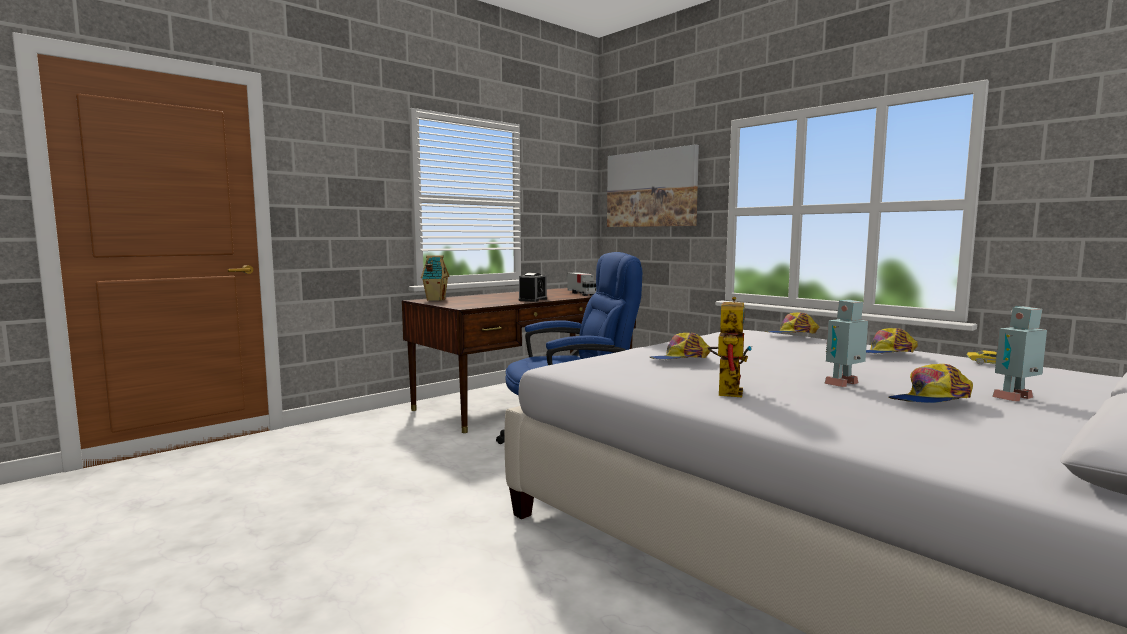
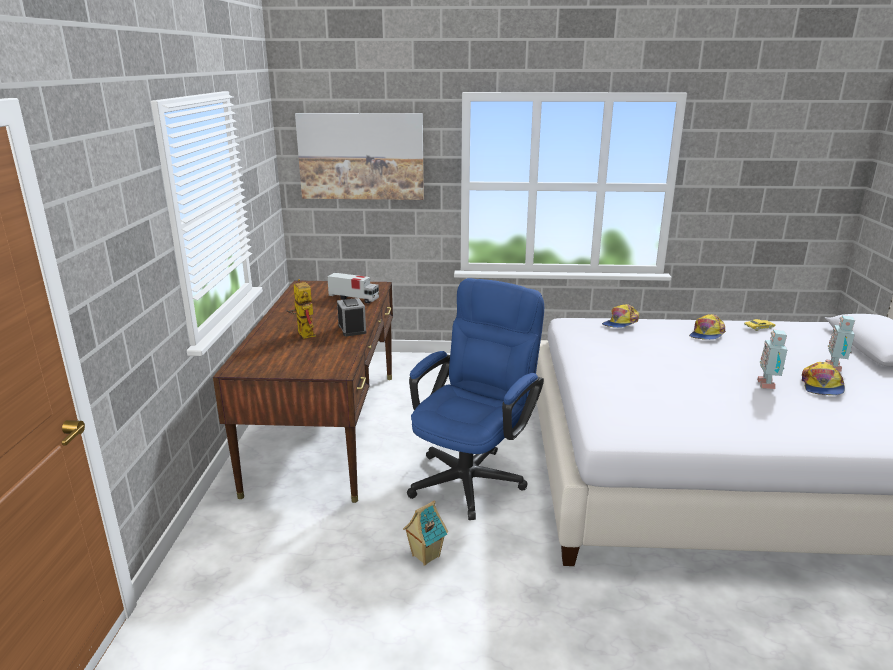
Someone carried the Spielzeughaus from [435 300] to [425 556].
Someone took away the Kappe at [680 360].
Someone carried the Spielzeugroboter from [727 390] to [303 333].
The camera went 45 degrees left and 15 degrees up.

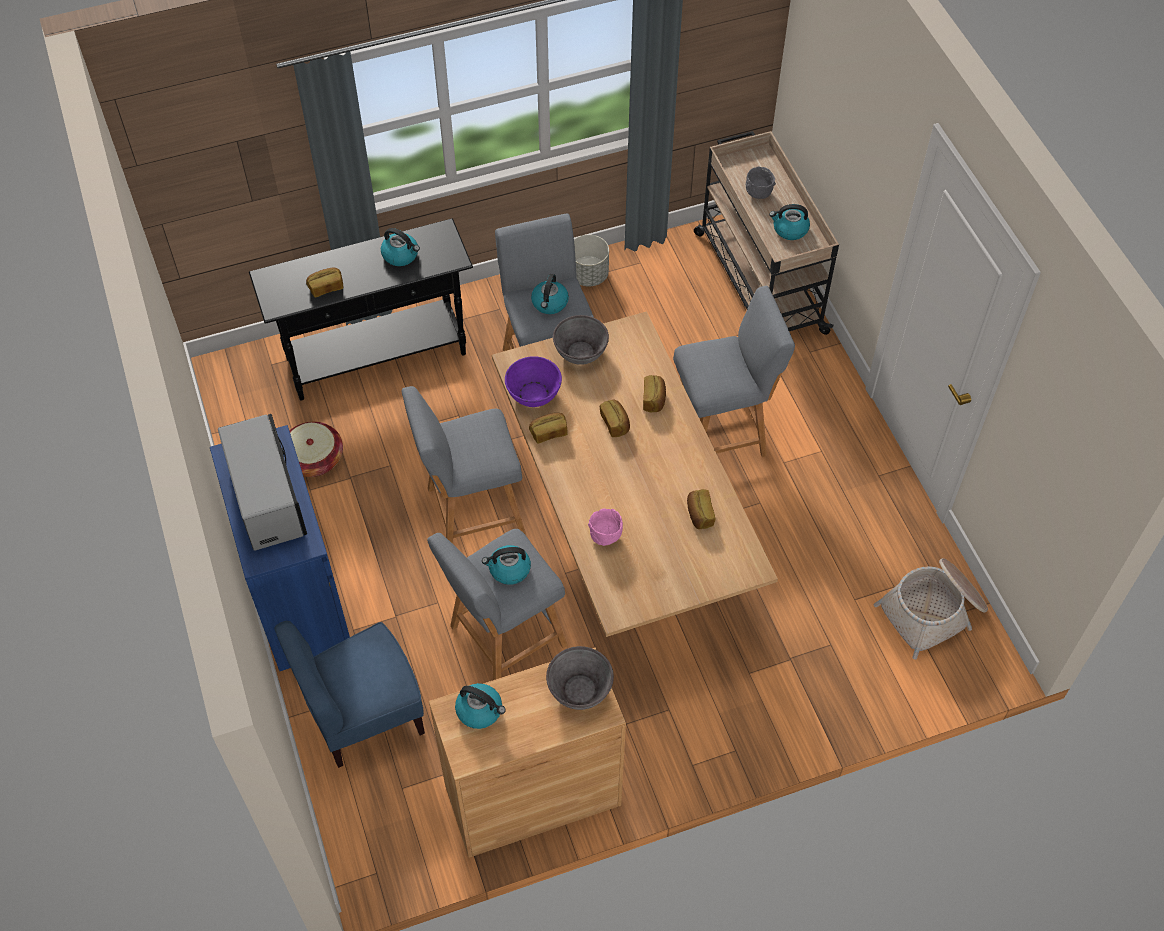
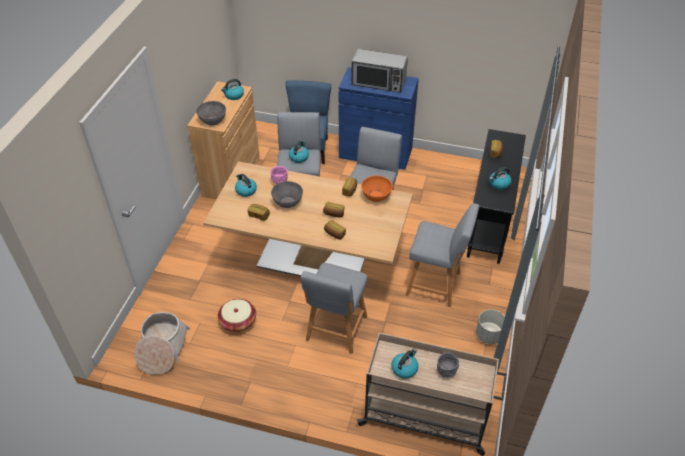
Someone carried the Korb from [314 459] to [238 321].
Someone repainted the Schüssel/lila at [533 394], which became the Schüssel/orange at [376 196].
Someone carried the Wasserkessel from [550 303] to [245 190].
Someone carried the Schüssel/grau from [581 352] to [287 202].
The camera went 125 degrees right and 10 degrees down.

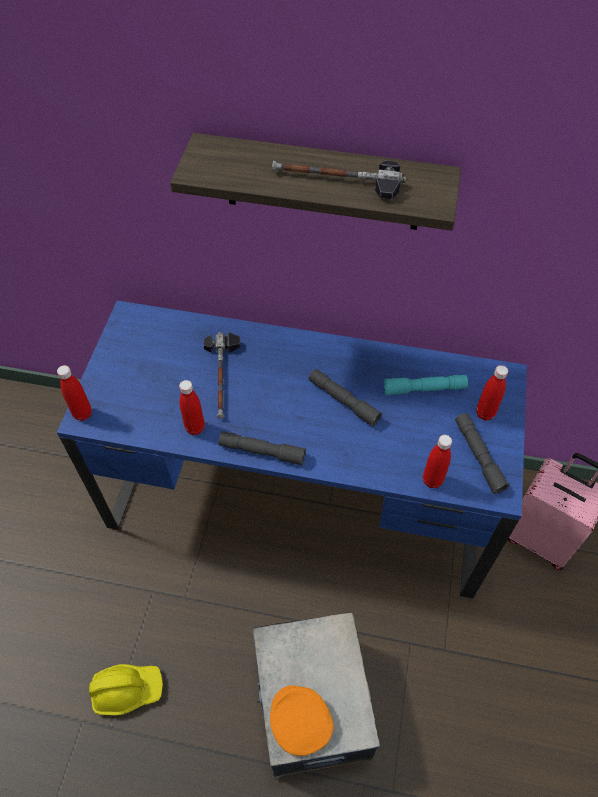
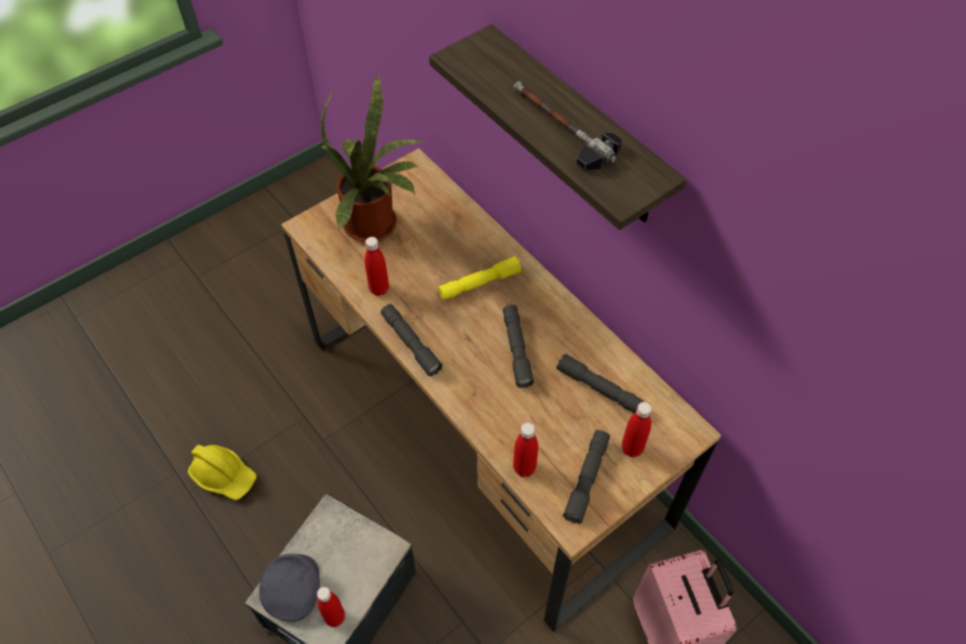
Someone repainted the Schreibtisch/blau at [299 497], which became the Schreibtisch/braun at [483 430].
Someone carried the Flasche/rot from [82 414] to [335 617].
Someone took away the Hammer at [222 377].
Someone repainted the Kappe/orange at [299 722], which became the Kappe/grau at [292 589].
Someone repainted the Taschenlampe/türkis at [424 389], which became the Taschenlampe/grau at [598 388].
Someone put down the Topfpflanze at [376 226].
Someone put down the Taschenlampe/gelb at [479 283].
The camera went 40 degrees right and 0 degrees up.

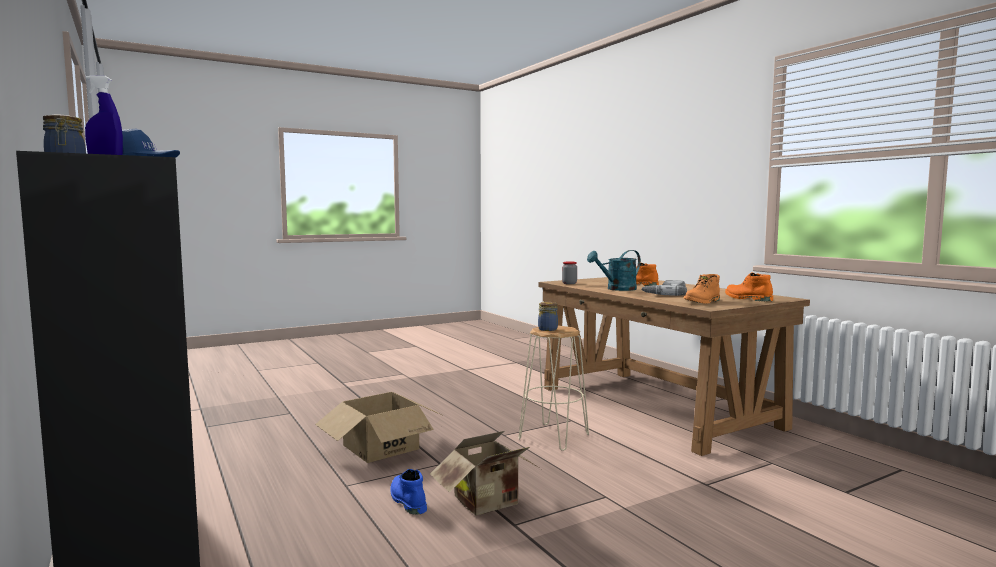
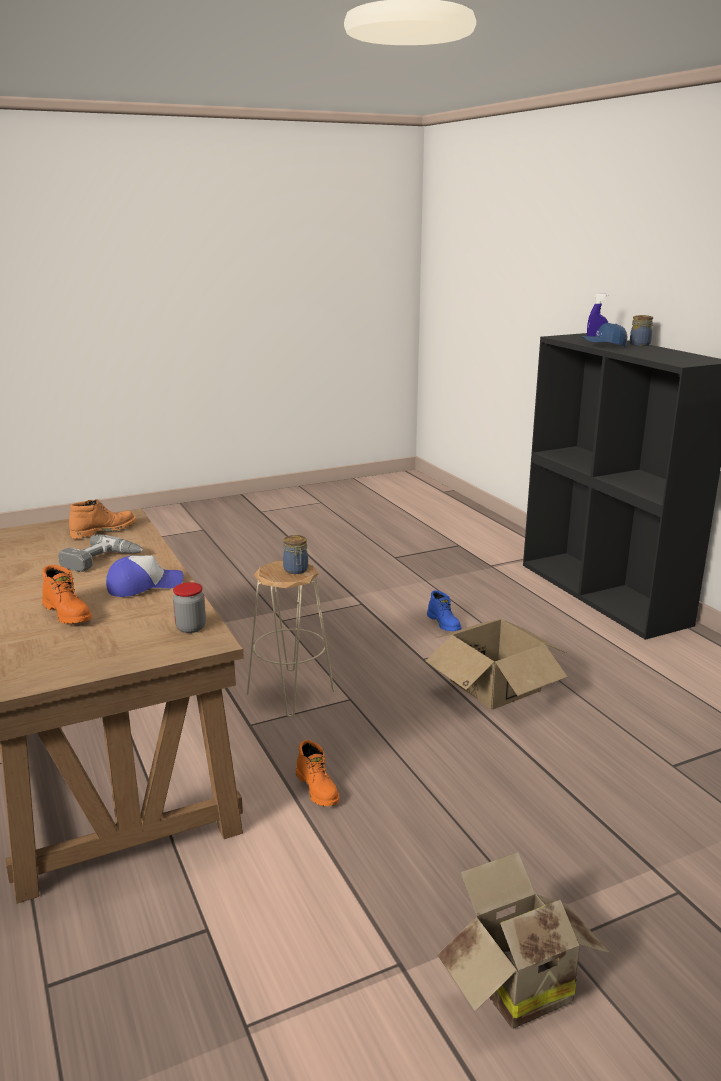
Someone carried the Karton from [490 504] to [514 984].
Someone swapped the Gießkanne/türkis at [617 289] for the Kappe at [144 585].
Someone carried the Stiefel/orange from [747 298] to [318 788].
The camera went 175 degrees left and 15 degrees up.

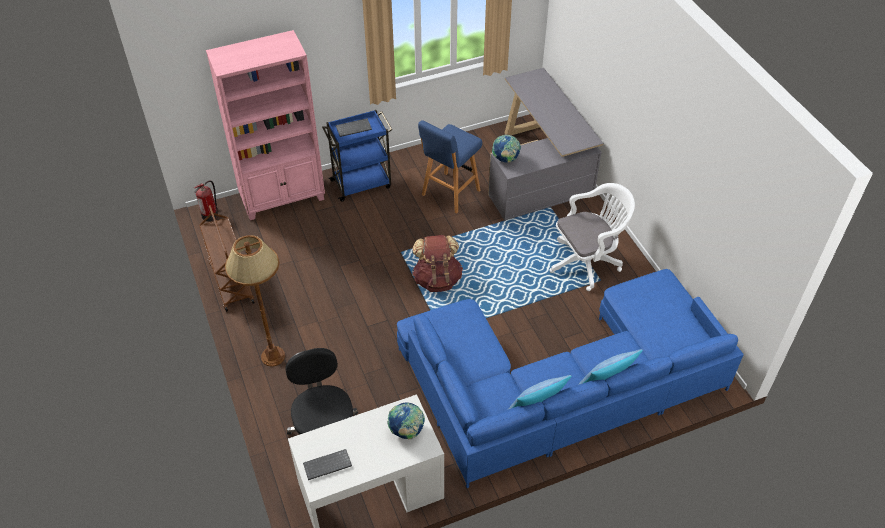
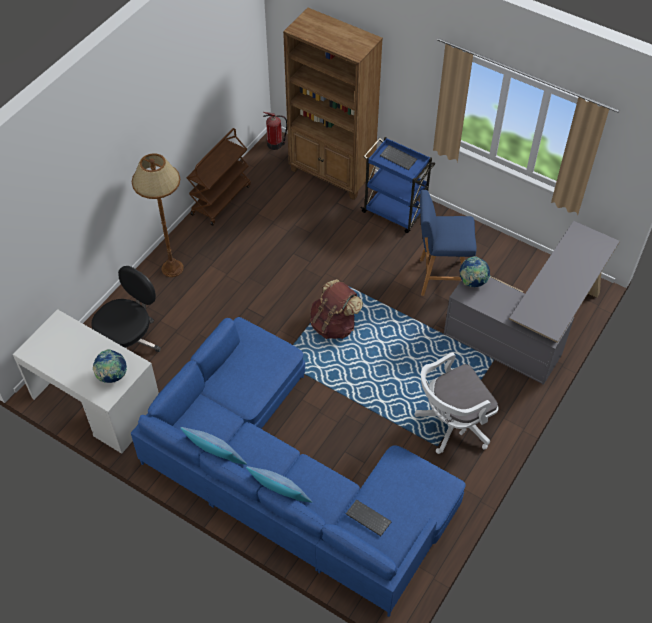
Someone repainted the Bücherregal/rosa at [283 198], which became the Bücherregal/braun at [332 174].
Someone carried the Tastatur from [327 466] to [367 518].
Someone rotated the Bürostuhl/weiß at [587 262] by 120 degrees clockwise.
The camera went 55 degrees right and 5 degrees up.

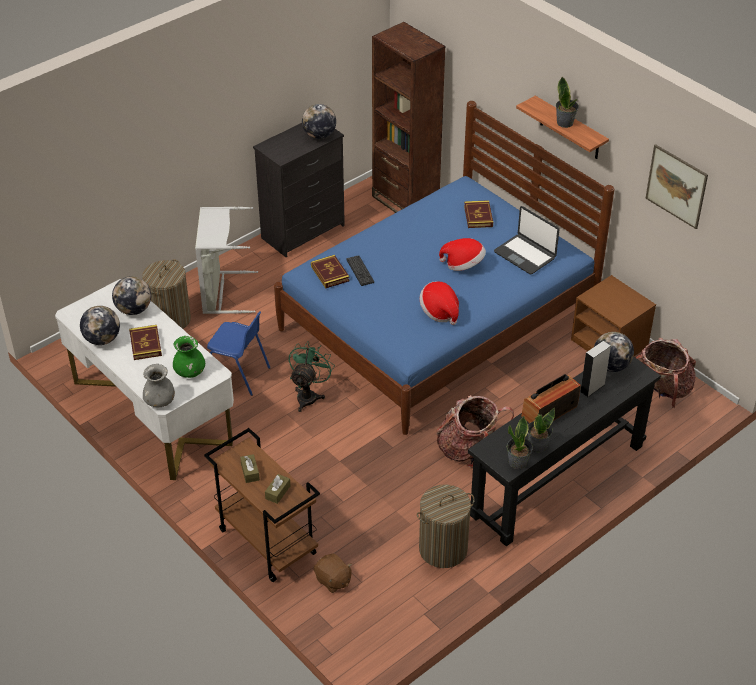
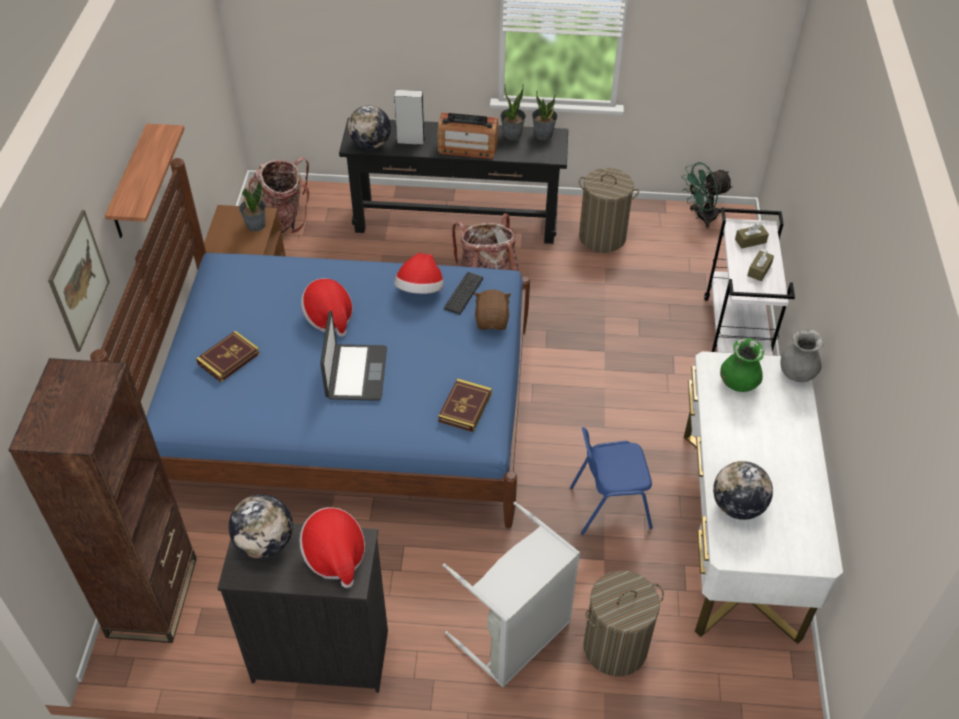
Someone took away the Globus at [102 339].
Someone took away the Buch at [145 344].
Someone repainted the Rollwagen/braun at [266 541], which became the Rollwagen/weiß at [736 332].
Someone rotated the Stuhl/blau at [238 375] by 75 degrees counterclockwise.
Someone carried the Ventilator/grün from [309 395] to [701 217].
Someone carried the Plüschtier/braun from [333 580] to [492 321].
Someone carried the Tastatur from [360 271] to [463 293].
Someone carried the Laptop from [525 255] to [355 373].
Someone carried the Topfpflanze from [565 123] to [255 225].
Someone carried the Bild from [676 186] to [79 281].
Someone put down the Hut at [335 556].
The camera went 135 degrees left and 5 degrees up.

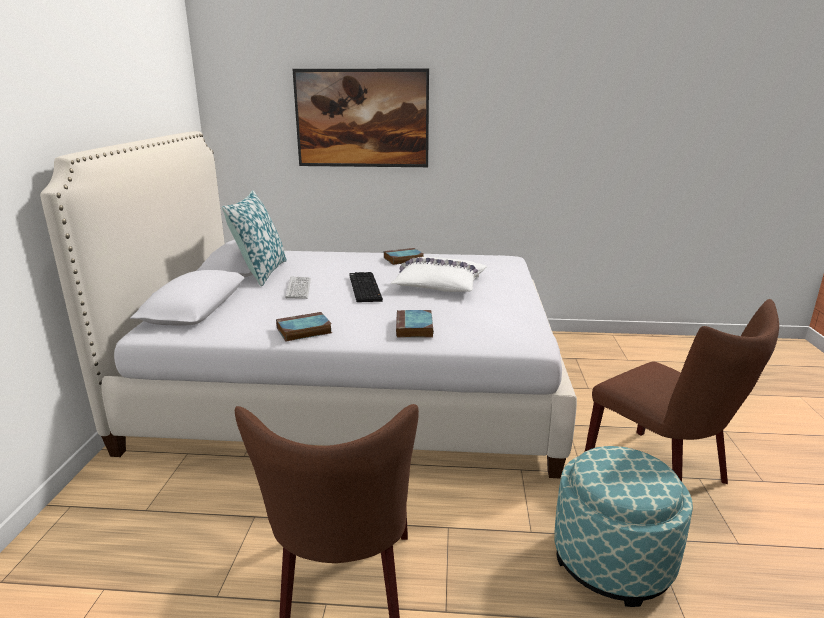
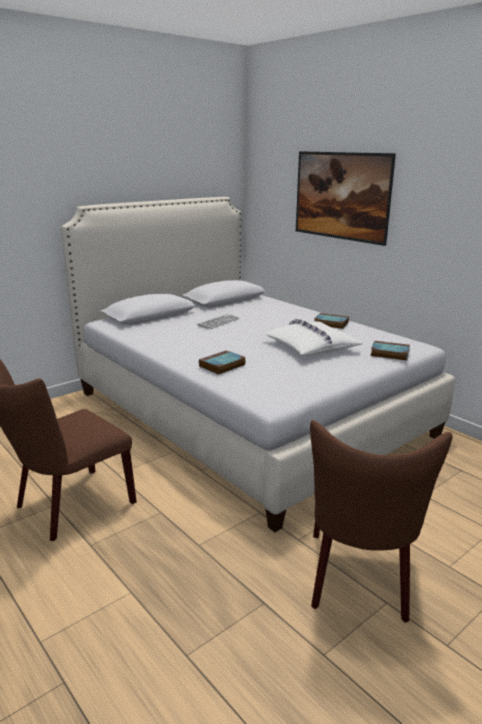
Someone took away the Kissen at [260 272].
Someone carried the Buch from [303 331] to [388 353].
Someone took away the Tastatur at [363 288].
Someone took away the Polsterhocker at [612 560].
The camera went 45 degrees right and 0 degrees up.

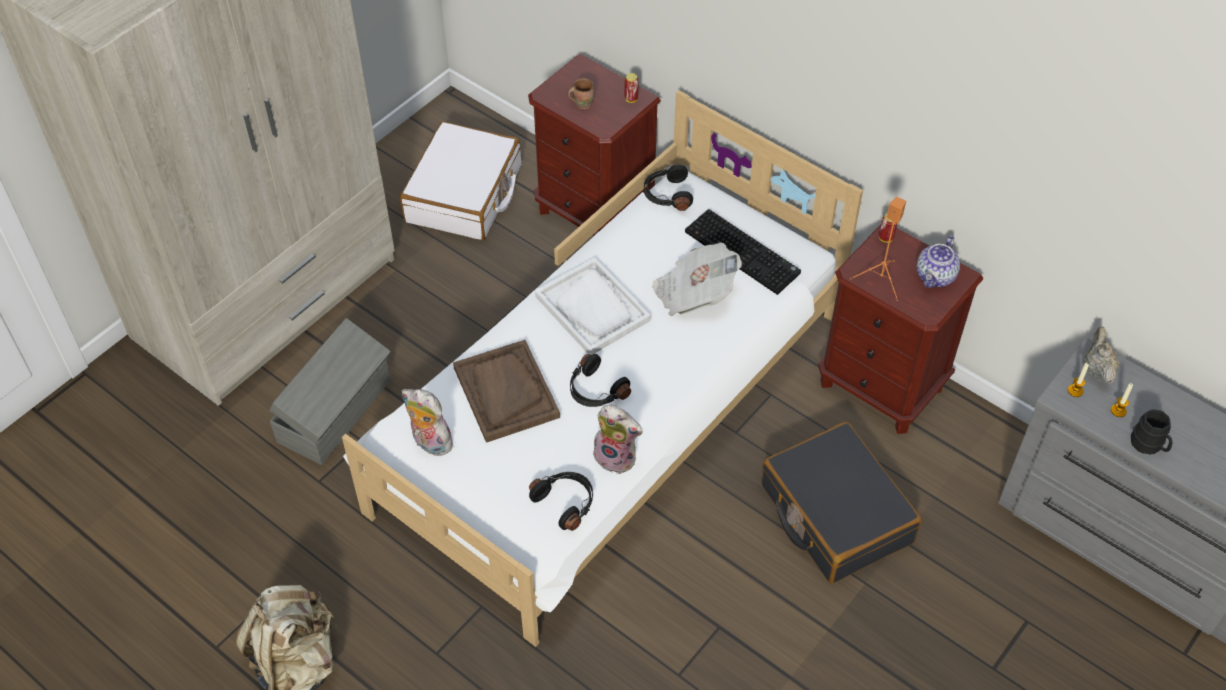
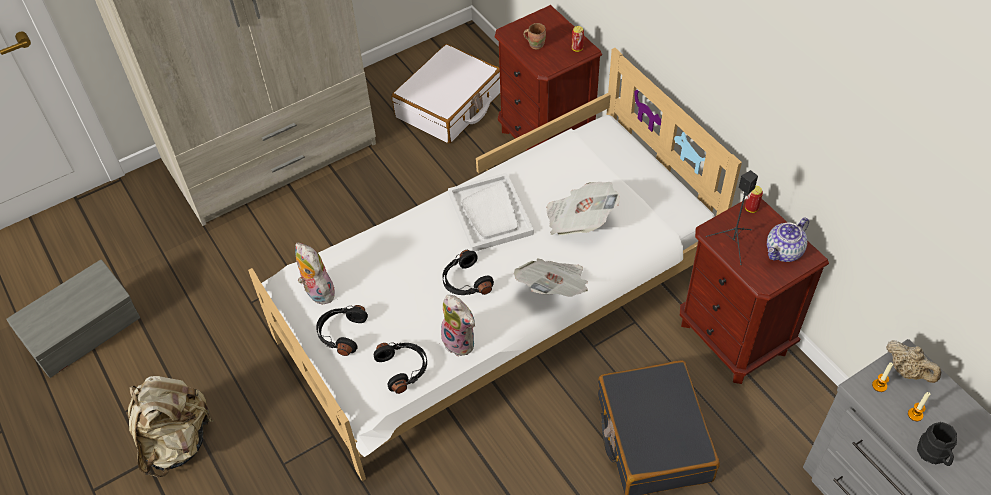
Someone carried the Aufbewahrungsbox/grau from [337 411] to [86 333].
Someone took away the Tablett/braun at [506 392].
Someone carried the Kopfhörer/schwarz from [667 195] to [341 333].
Someone took away the Tastatur at [744 252].
Someone repainted the Lautsprecher/orange at [881 280], which became the Lautsprecher/schwarz at [733 244].
Someone rotated the Teekanne/beige at [1096 370] by 120 degrees clockwise.
Someone put down the Zeitung at [554 288].
The camera went 20 degrees right and 0 degrees up.

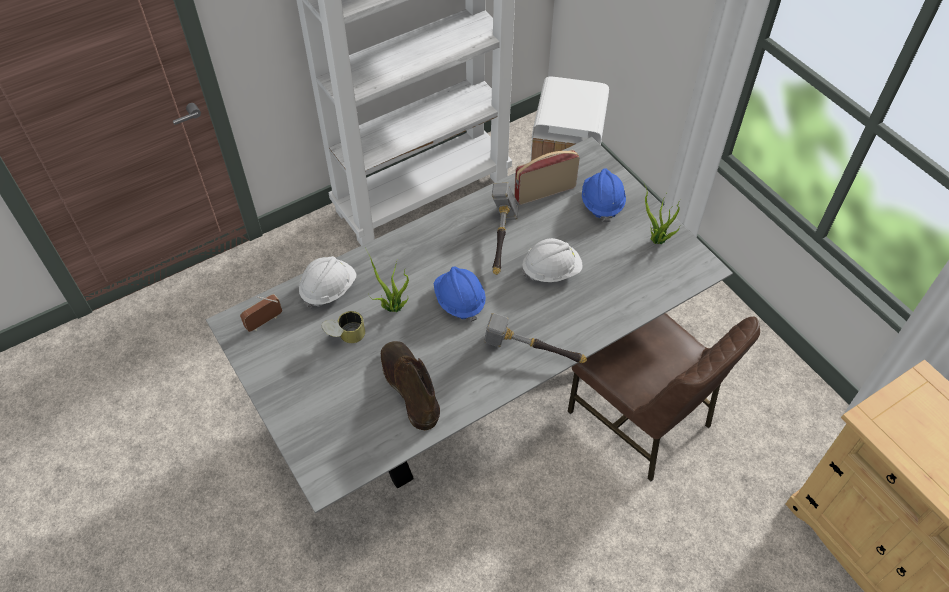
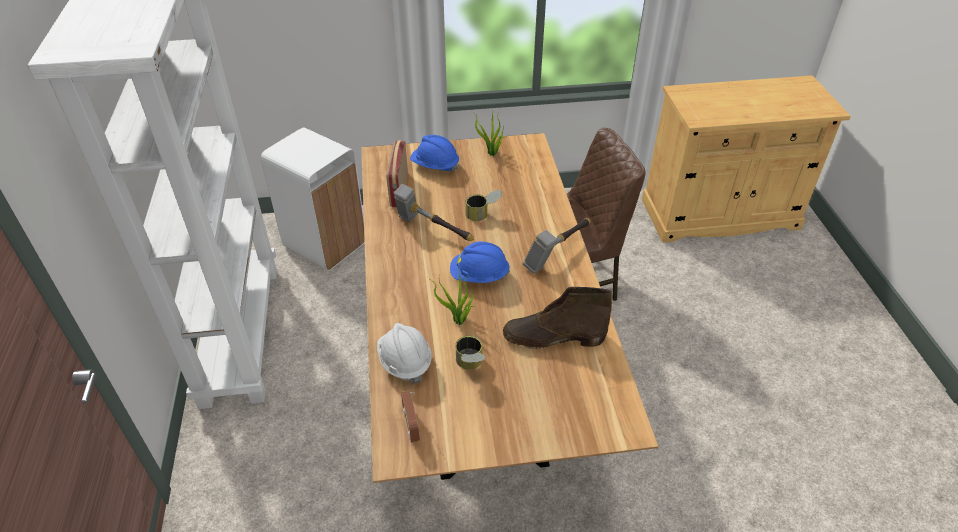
Someone repainted the Esstisch/grau at [474 388], which became the Esstisch/braun at [479 373].
Someone swapped the Schutzhelm/weiß at [551 271] for the Dose at [483 214].
The camera went 65 degrees left and 10 degrees down.

